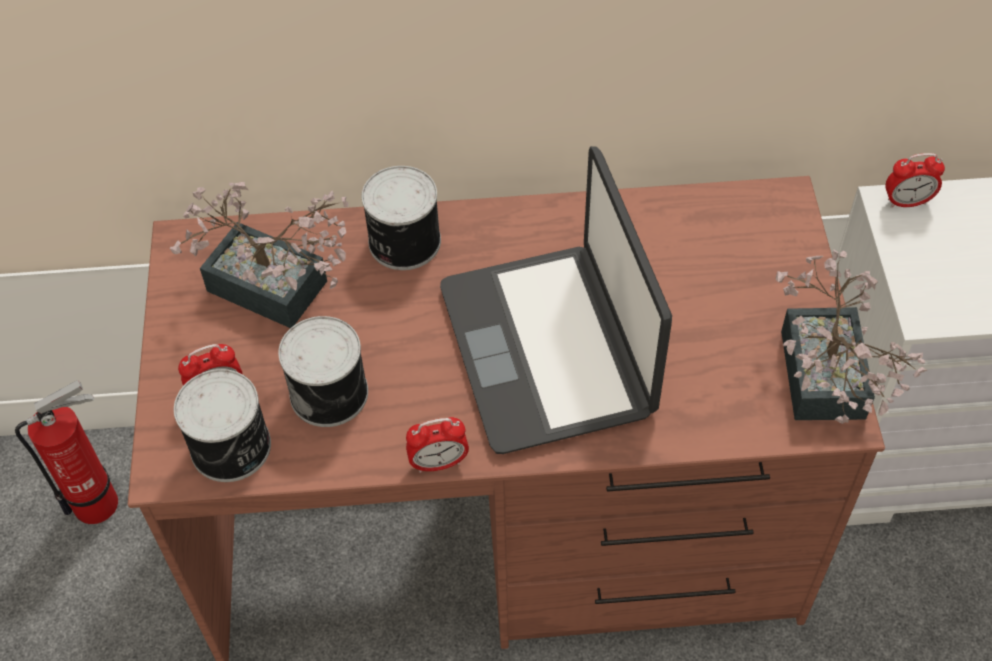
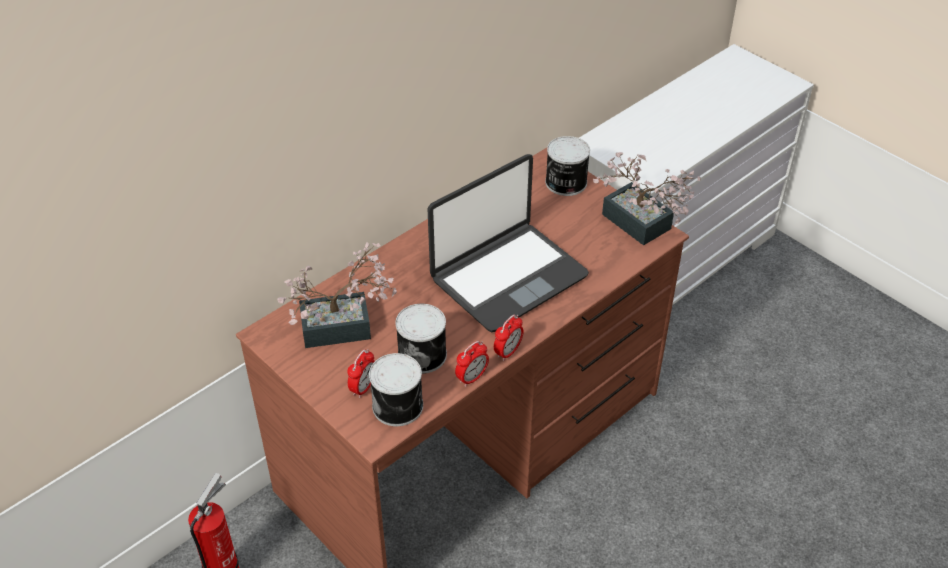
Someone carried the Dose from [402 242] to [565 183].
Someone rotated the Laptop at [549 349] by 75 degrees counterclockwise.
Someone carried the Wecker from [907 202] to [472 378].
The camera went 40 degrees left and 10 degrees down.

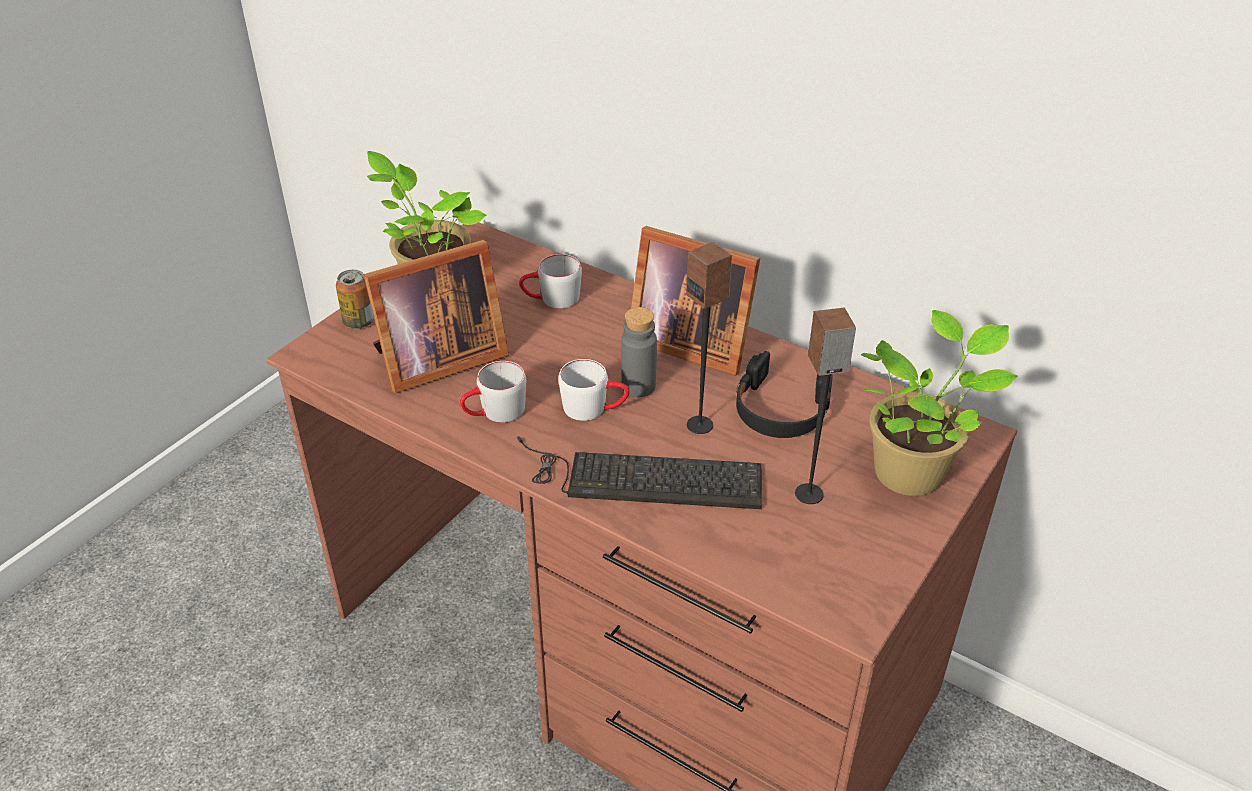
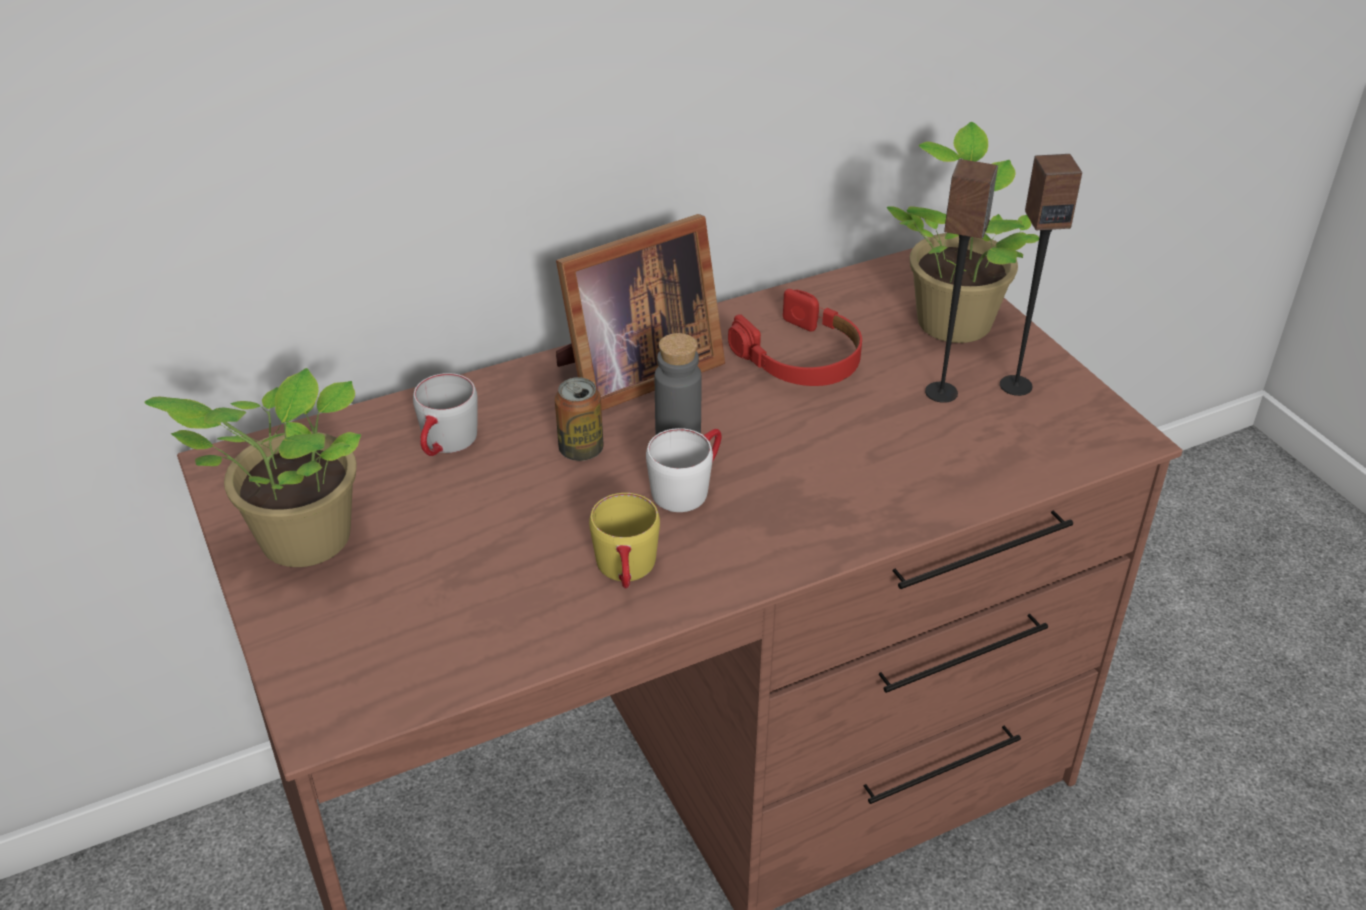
Someone carried the Dose from [359 322] to [581 450].
Someone took away the Bilderrahmen at [436 360].
Someone repainted the Henkelbecher/grau at [494 413], which became the Henkelbecher/gelb at [627 572].
Someone took away the Tastatur at [641 477].
Someone carried the Lautsprecher from [700 425] to [1015 385].
Someone repainted the Kopfhörer/schwarz at [781 409], which became the Kopfhörer/rot at [801 357].
The camera went 60 degrees left and 0 degrees up.

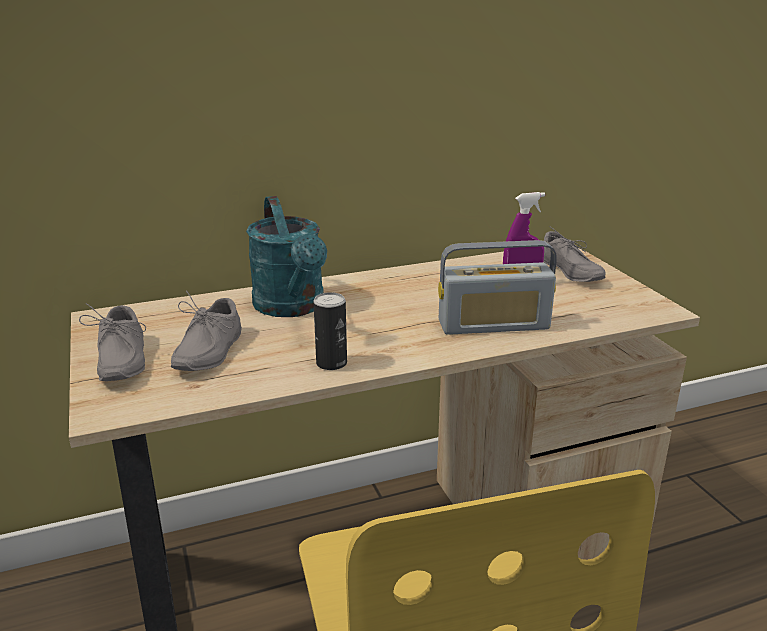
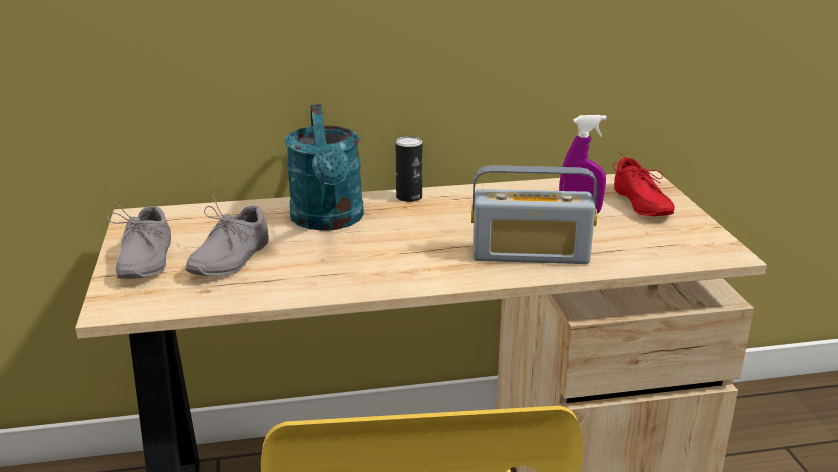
Someone carried the Dose from [331 363] to [409 197].
Someone repainted the Schuh/grau at [568 272], which became the Schuh/rot at [638 204].
The camera went 10 degrees right and 0 degrees up.

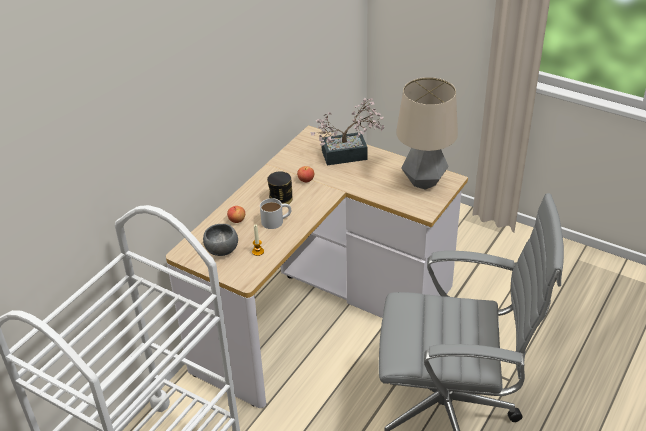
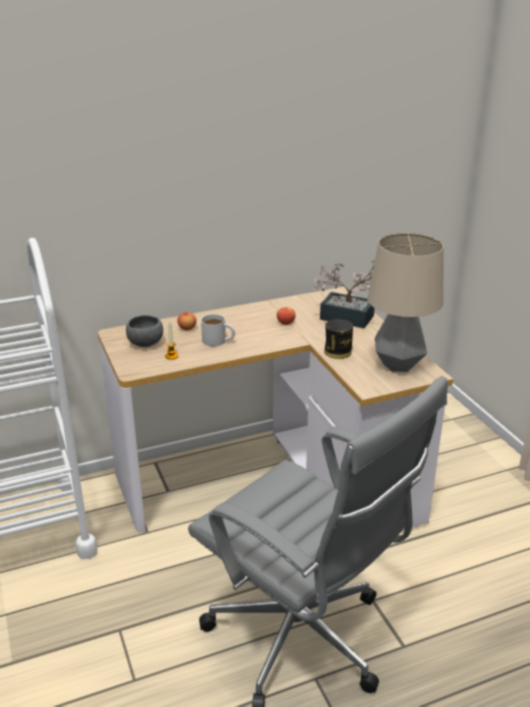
Someone carried the Dose from [280 199] to [337 352].
The camera went 35 degrees right and 10 degrees down.

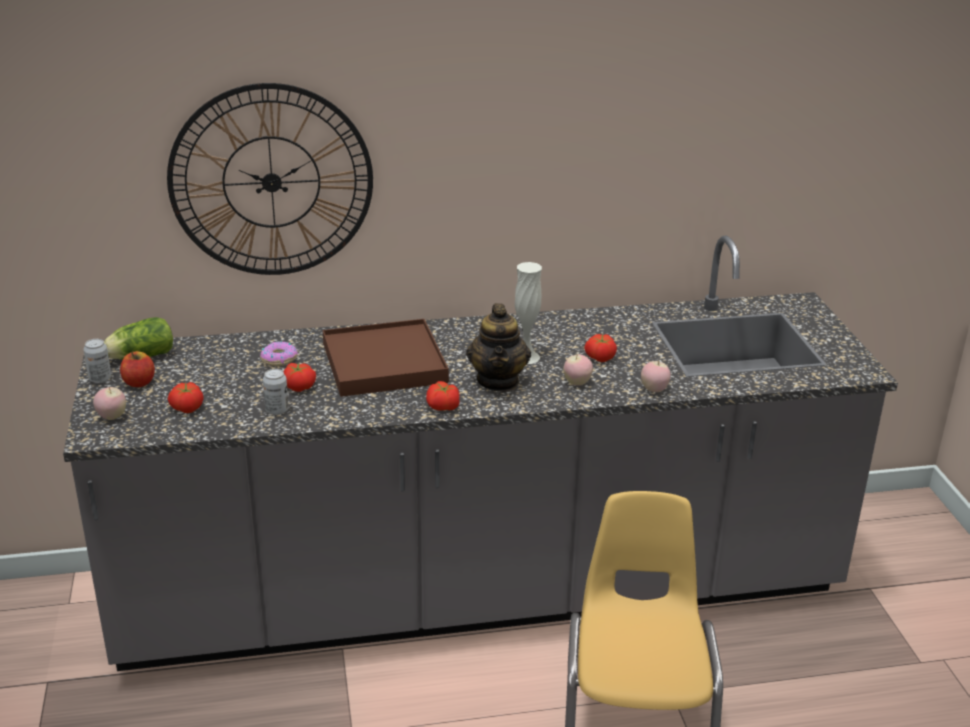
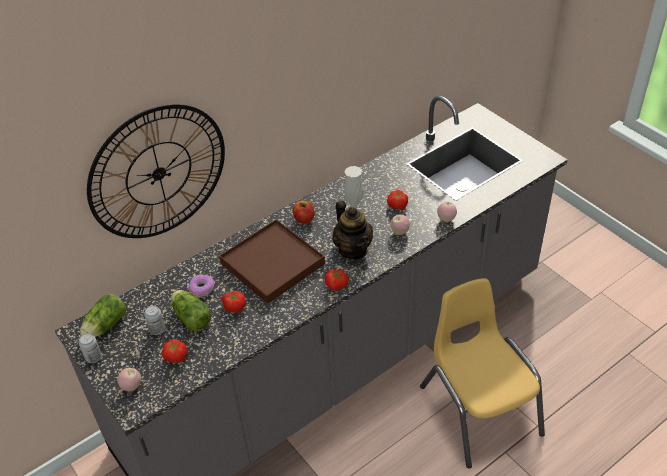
Someone carried the Apfel from [139 382] to [304 219].
Someone carried the Dose from [277 410] to [157 329].
Someone put down the Salatkopf at [190 316].
The camera went 25 degrees left and 15 degrees up.

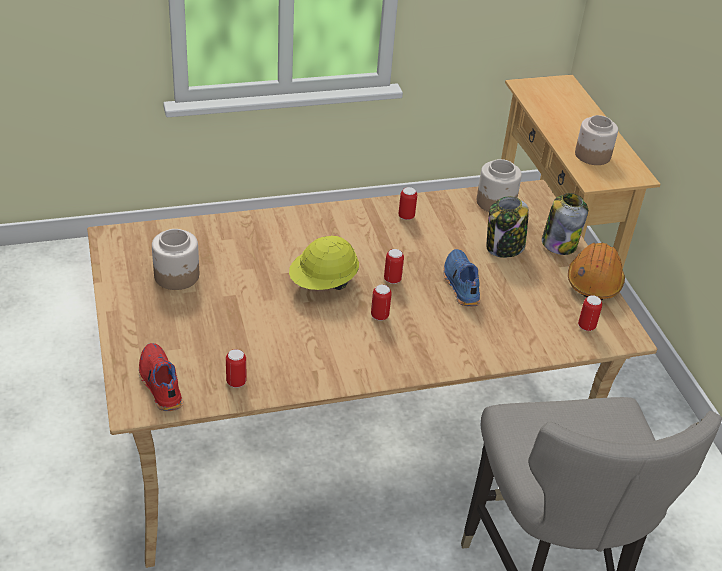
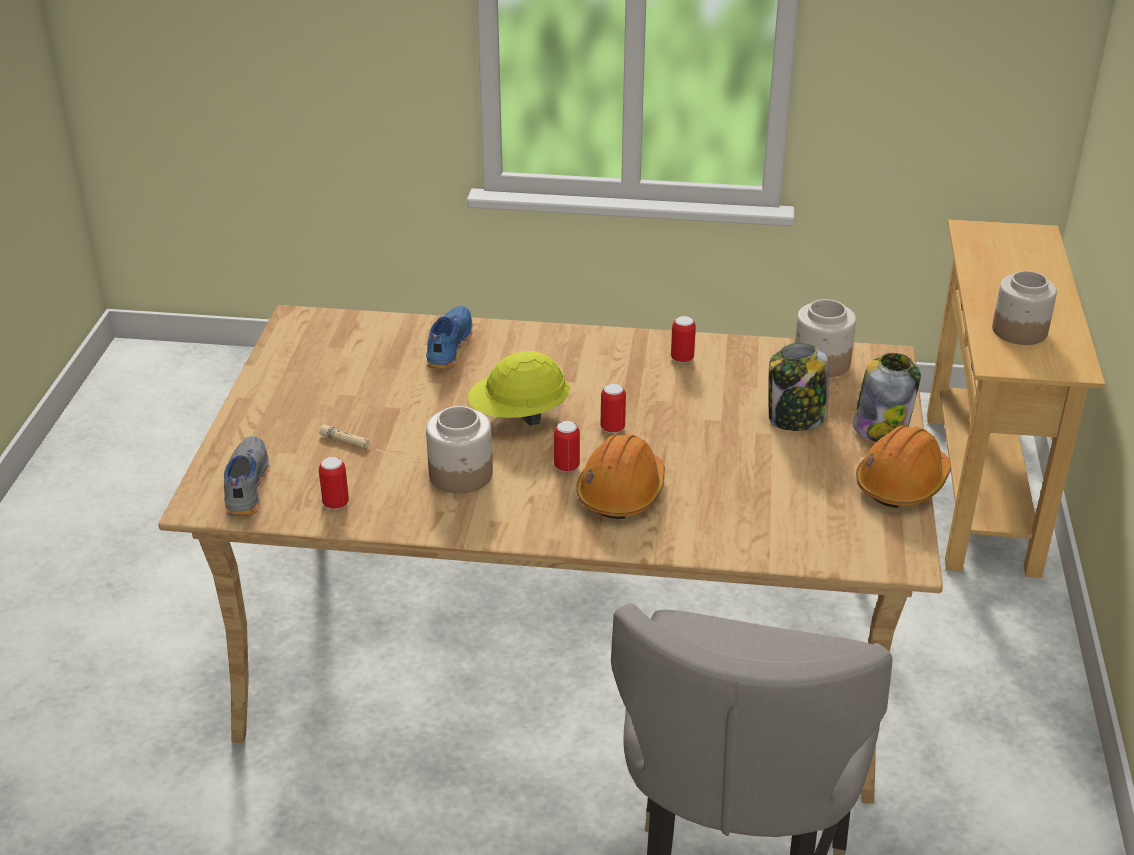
Someone repainted the Schuh/rot at [159 384], which became the Schuh/grau at [245 486].
Someone carried the Vorratsglas from [177 276] to [461 475].
Someone carried the Schuh/blau from [460 284] to [447 347].
Someone took away the Dose at [586 326].
Someone put down the Taschenlampe/beige at [371 447].
Someone put down the Schutzhelm/orange at [621 492].
The camera went 25 degrees right and 5 degrees down.

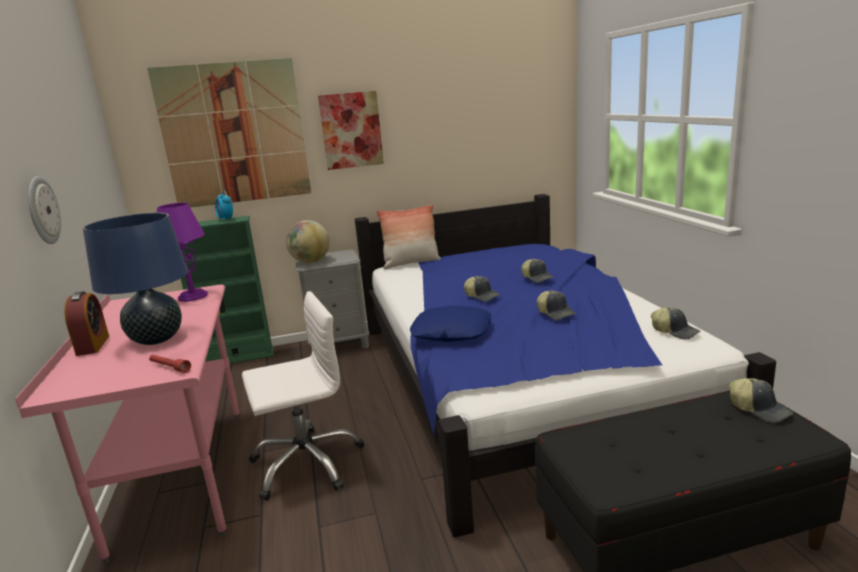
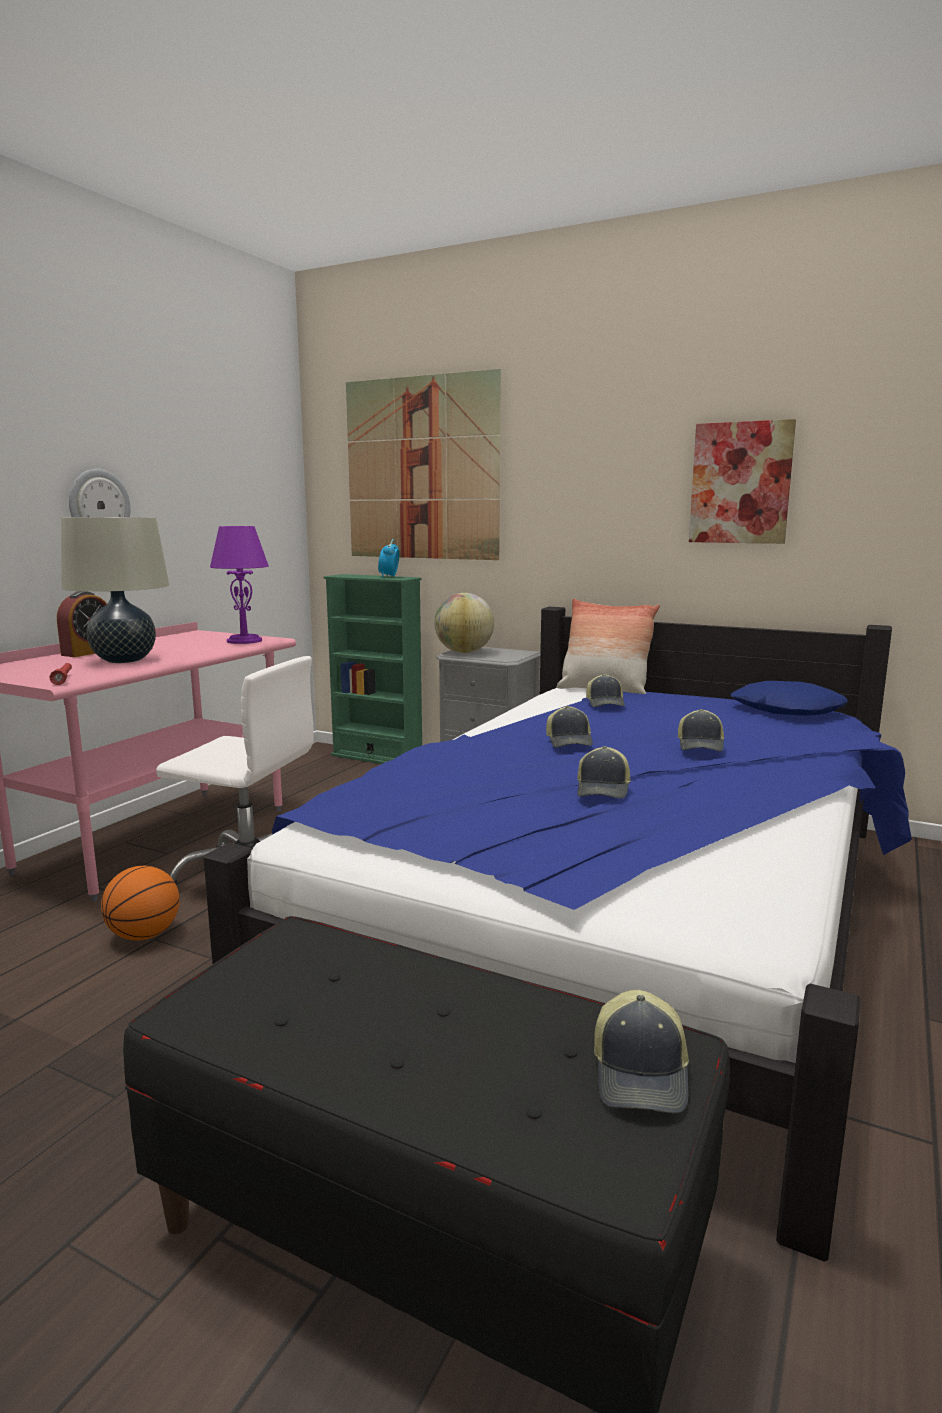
Someone repainted the Tischlampe/blau at [156 339], which became the Tischlampe/beige at [124 660].
Someone carried the Bild from [351 130] to [740 483].
Someone carried the Kissen/blau from [451 332] to [786 710].
Someone carried the Kappe from [675 331] to [605 703].
Someone put down the Basketball at [144 935].
The camera went 40 degrees right and 5 degrees down.

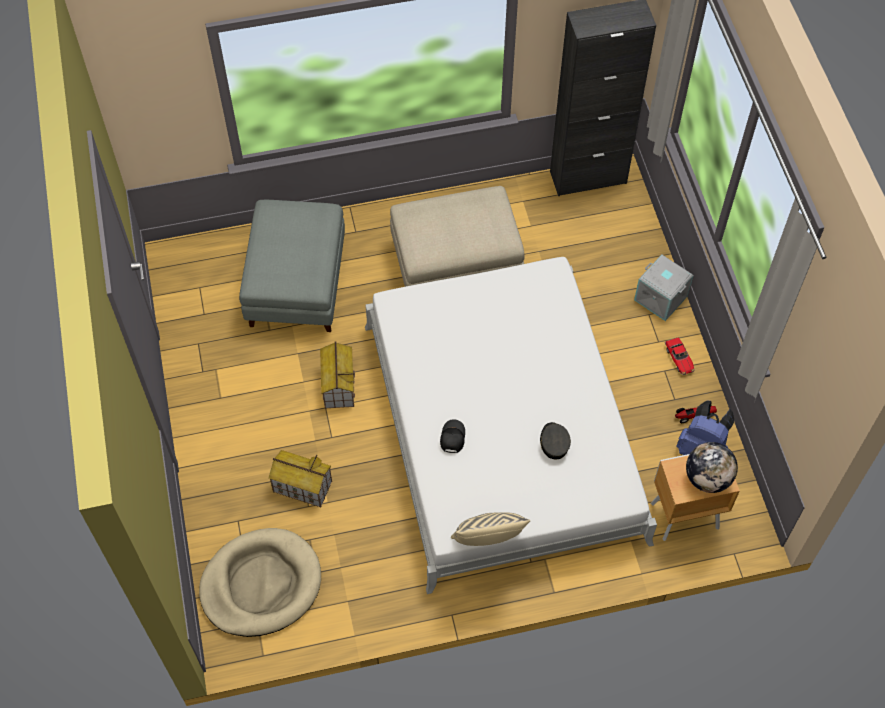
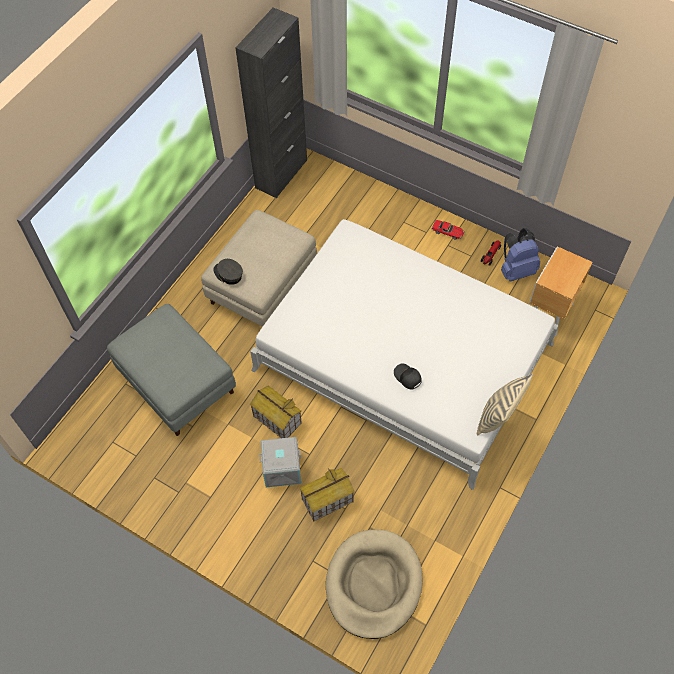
Someone carried the Kappe/grau from [554 443] to [228 274].
Someone carried the Aufbewahrungsbox/grau from [661 297] to [282 468].
Someone took away the Globus at [707 478].
The camera went 45 degrees left and 0 degrees up.

